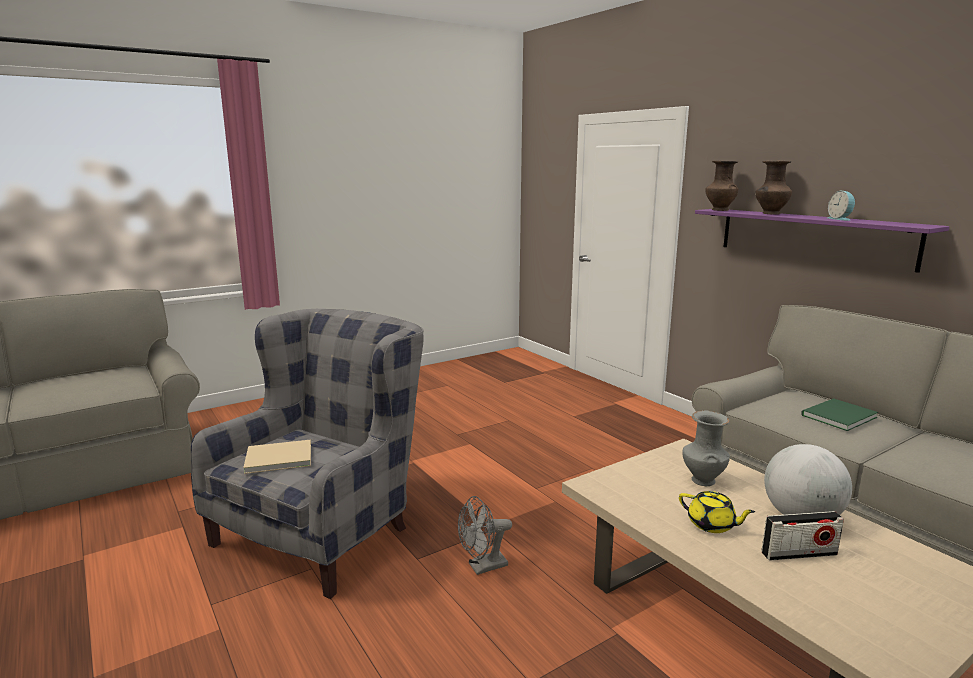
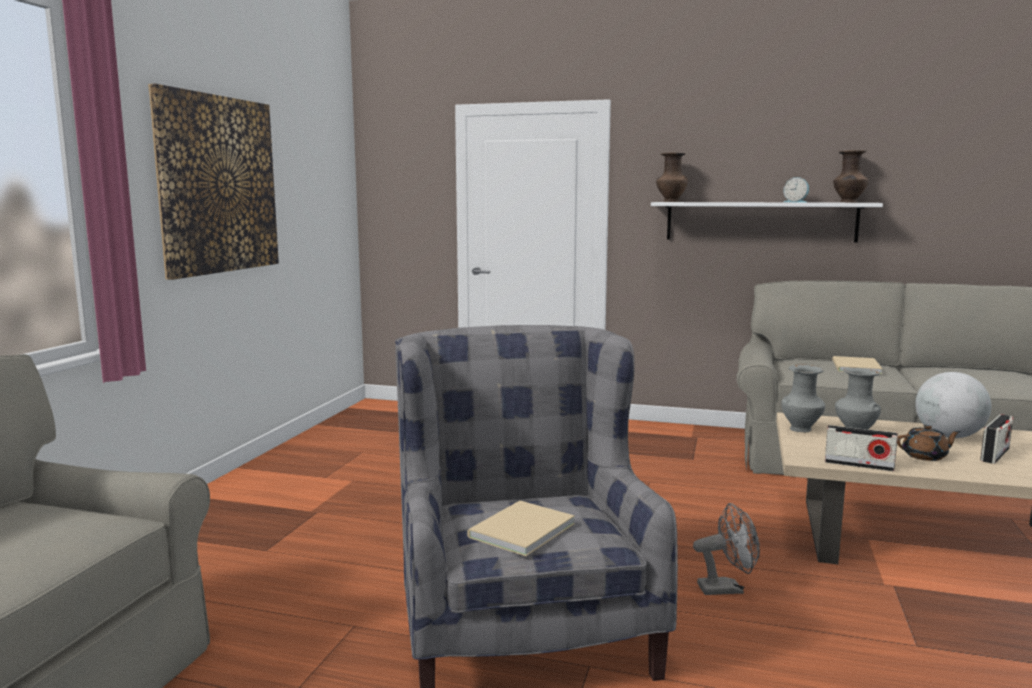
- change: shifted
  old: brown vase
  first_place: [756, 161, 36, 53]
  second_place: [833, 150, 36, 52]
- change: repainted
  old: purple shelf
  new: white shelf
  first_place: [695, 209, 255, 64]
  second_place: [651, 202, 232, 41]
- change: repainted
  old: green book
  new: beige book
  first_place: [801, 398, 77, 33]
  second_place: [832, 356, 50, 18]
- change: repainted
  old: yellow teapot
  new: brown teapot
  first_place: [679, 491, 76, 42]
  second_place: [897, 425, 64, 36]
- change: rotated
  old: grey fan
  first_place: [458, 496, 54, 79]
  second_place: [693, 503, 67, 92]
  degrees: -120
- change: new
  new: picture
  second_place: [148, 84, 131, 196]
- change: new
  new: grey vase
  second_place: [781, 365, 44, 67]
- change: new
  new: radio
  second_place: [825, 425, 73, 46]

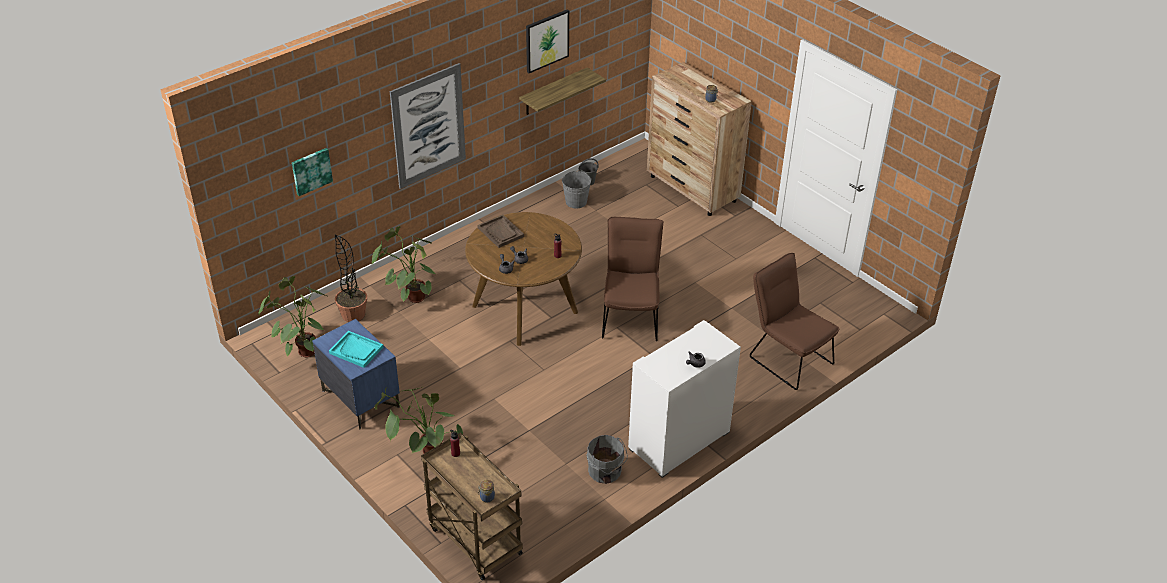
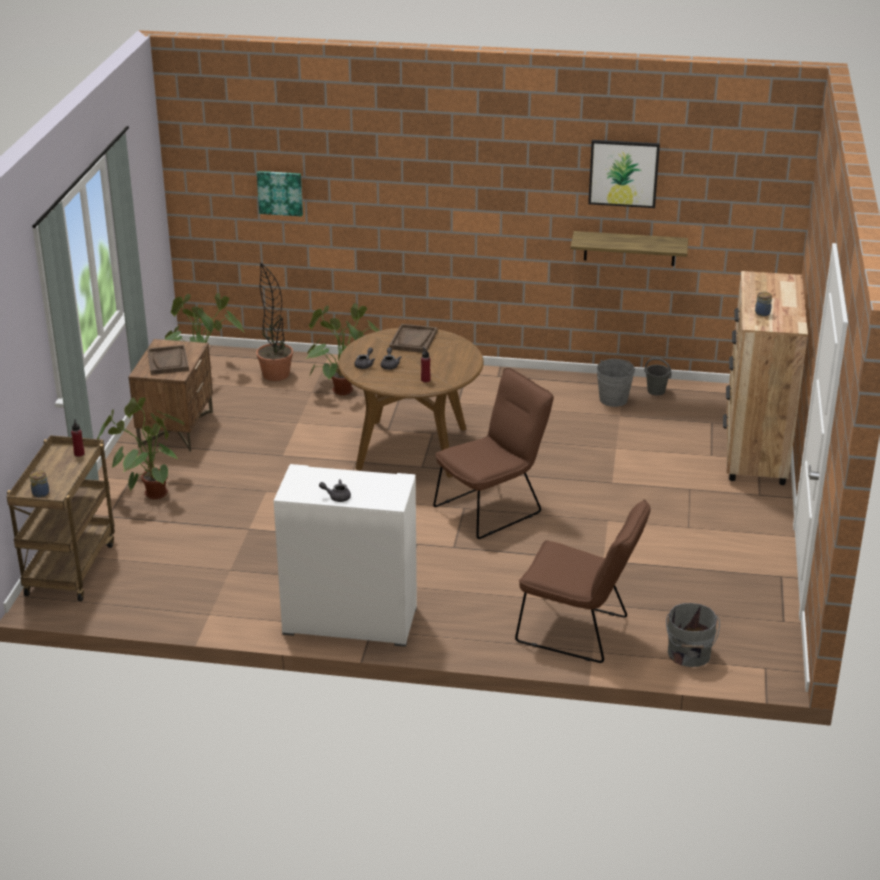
- change: gone
  old: picture
  first_place: [390, 63, 76, 126]
- change: rotated
  old: brown chair
  first_place: [750, 253, 89, 137]
  second_place: [515, 500, 136, 163]
  degrees: 105
- change: repainted
  old: blue nightstand
  new: brown nightstand
  first_place: [312, 319, 88, 110]
  second_place: [128, 339, 85, 113]
- change: repainted
  old: turquoise tray
  new: brown tray
  first_place: [329, 331, 54, 37]
  second_place: [147, 345, 42, 30]
- change: shifted
  old: grey bucket
  first_place: [587, 435, 41, 49]
  second_place: [666, 603, 54, 64]

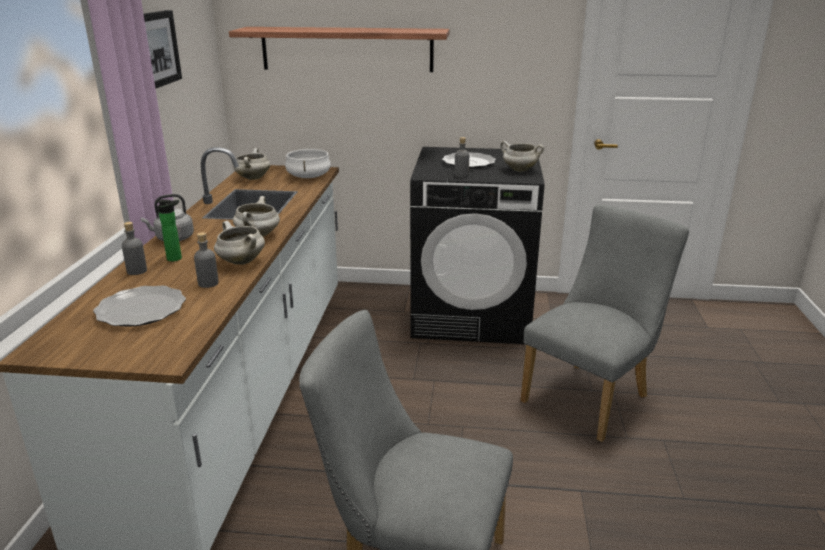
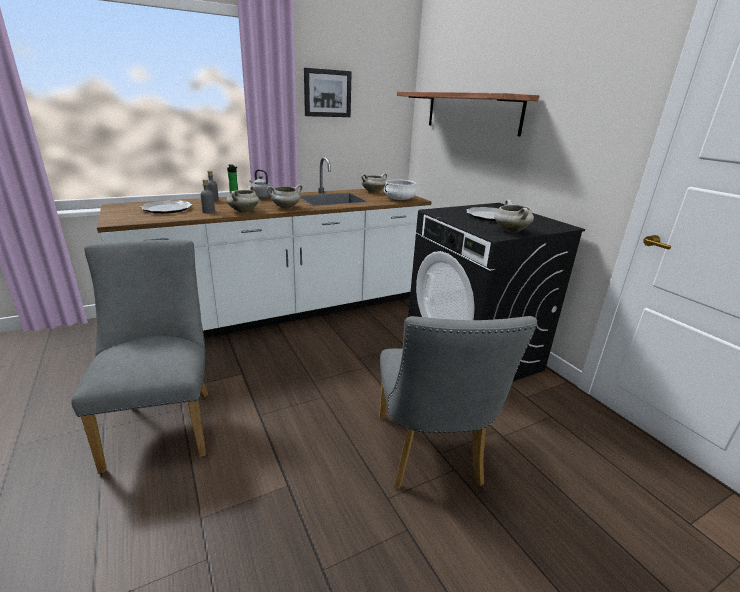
- change: gone
  old: grey bottle
  first_place: [454, 137, 15, 41]
- change: rotated
  old: grey chair
  first_place: [521, 205, 168, 237]
  second_place: [379, 316, 158, 173]
  degrees: 75

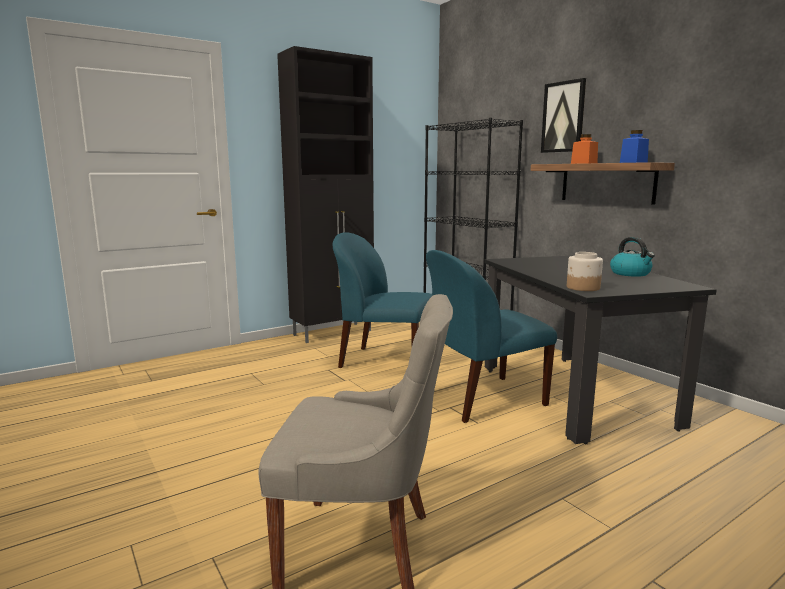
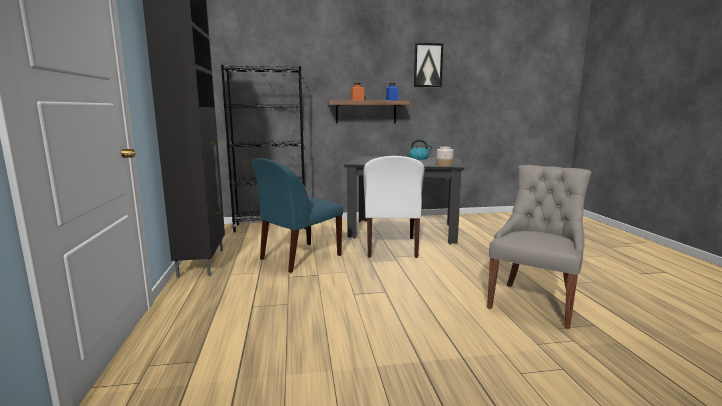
- change: shifted
  old: picture
  first_place: [541, 78, 45, 75]
  second_place: [414, 43, 29, 44]
- change: repainted
  old: blue chair
  new: white chair
  first_place: [426, 250, 131, 173]
  second_place: [364, 156, 61, 102]

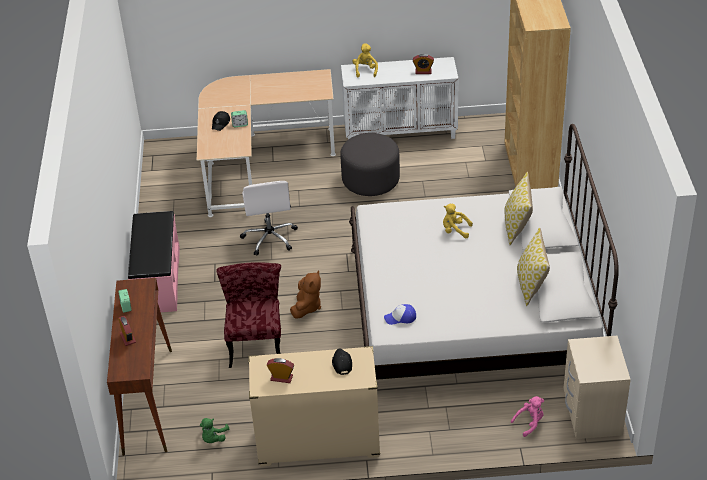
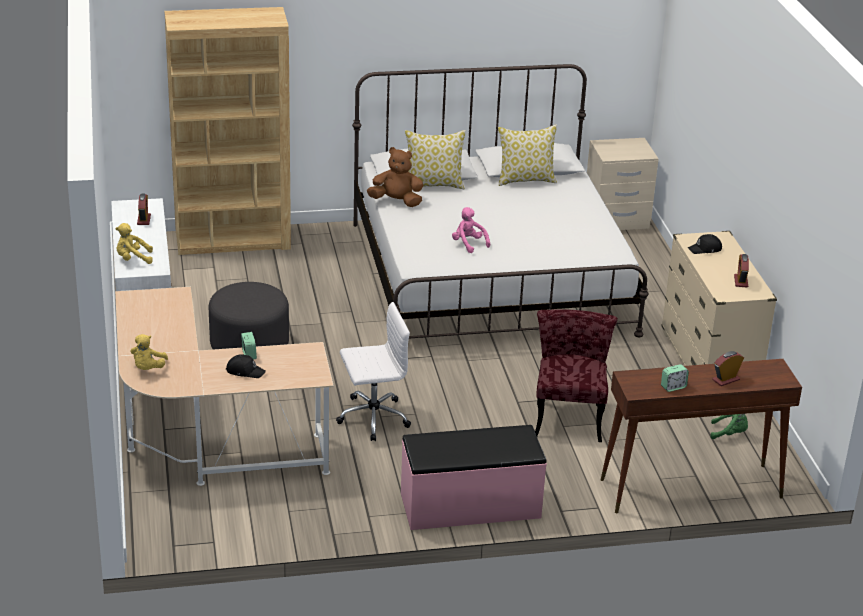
- change: shifted
  old: yellow plush toy
  first_place: [443, 204, 30, 34]
  second_place: [131, 334, 37, 36]
- change: rotated
  old: red chair
  first_place: [216, 262, 65, 106]
  second_place: [535, 309, 83, 133]
  degrees: 105
- change: shifted
  old: brown plush toy
  first_place: [290, 270, 31, 49]
  second_place: [367, 147, 56, 60]
- change: gone
  old: cap
  first_place: [384, 304, 32, 21]
- change: shifted
  old: pink plush toy
  first_place: [511, 396, 33, 41]
  second_place: [452, 207, 38, 46]

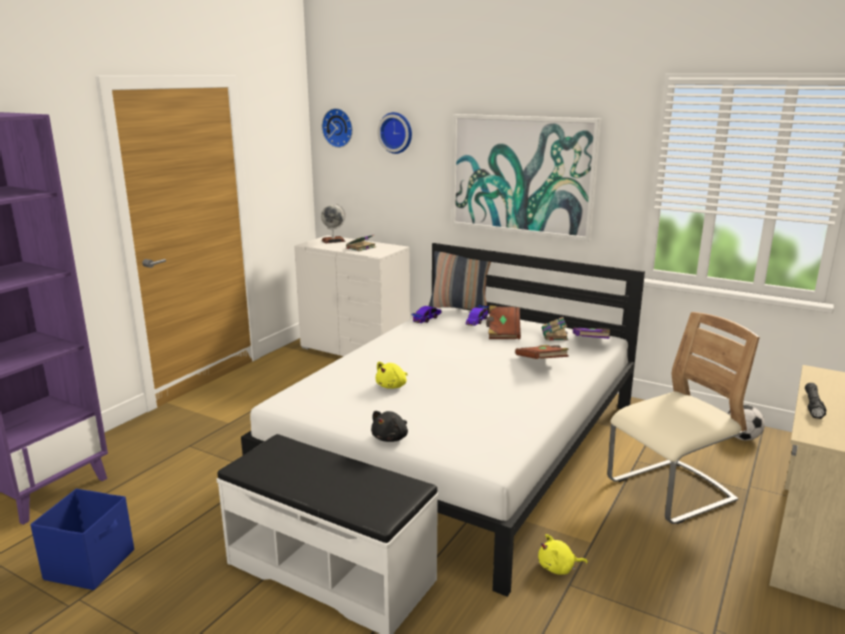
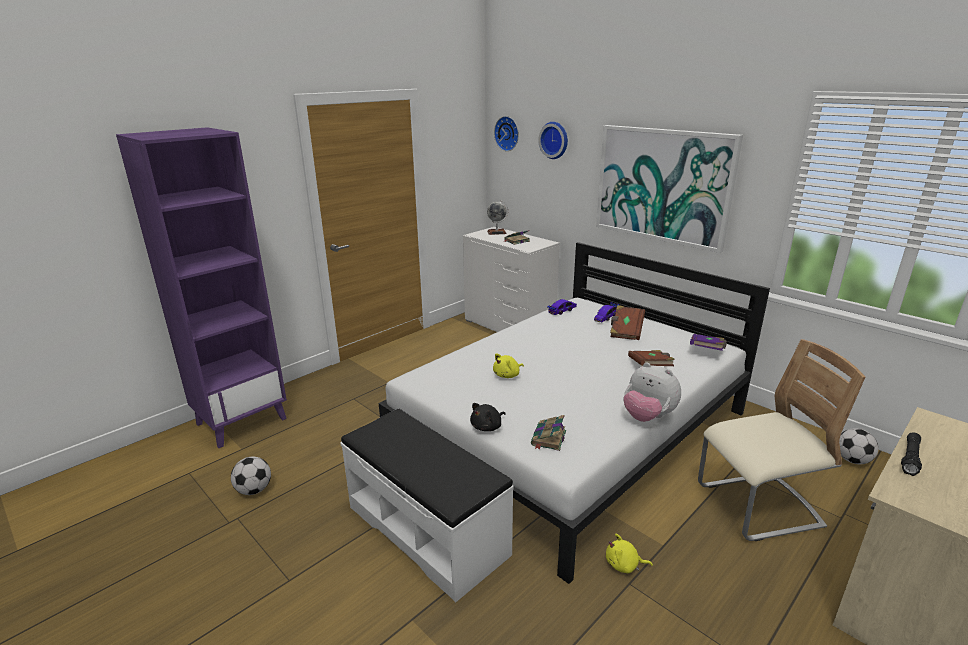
- change: gone
  old: pillow
  first_place: [429, 251, 62, 59]
- change: shifted
  old: book
  first_place: [542, 317, 26, 24]
  second_place: [531, 415, 35, 36]
- change: swapped
  old: blue storage box
  new: football
  first_place: [30, 489, 104, 101]
  second_place: [231, 457, 40, 38]
- change: new
  new: plush toy
  second_place: [624, 362, 57, 60]

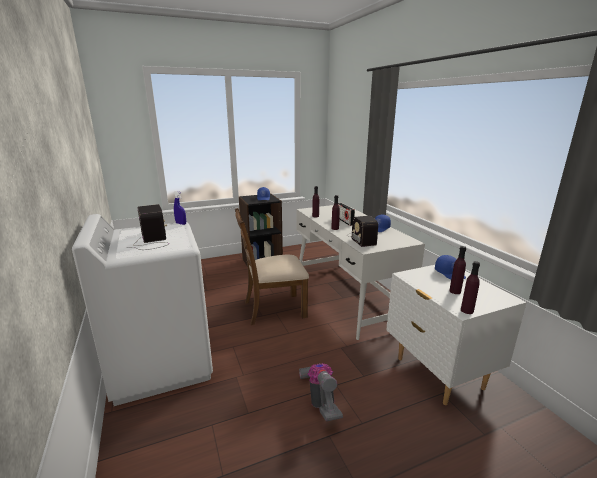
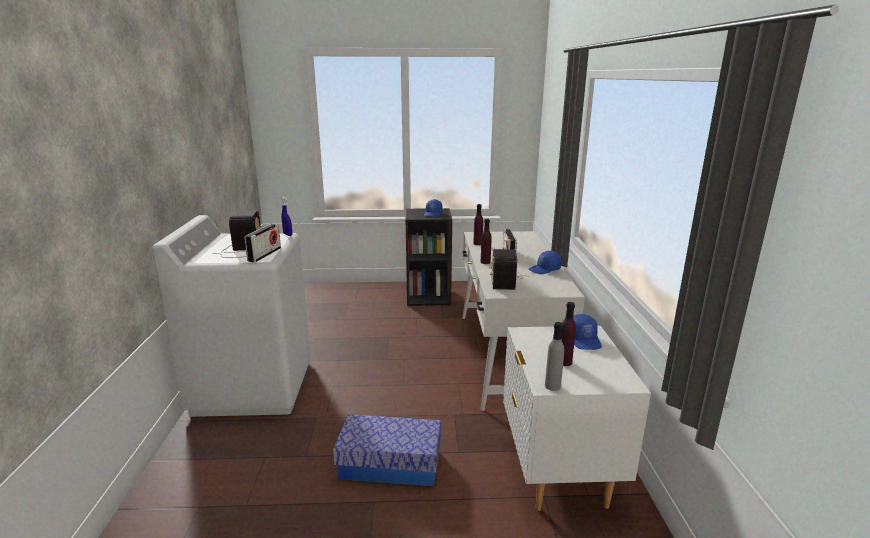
- change: gone
  old: brown chair
  first_place: [235, 208, 74, 117]
- change: repainted
  old: purple bottle
  new: grey bottle
  first_place: [461, 261, 19, 53]
  second_place: [545, 322, 19, 69]
- change: swapped
  old: vacuum cleaner
  new: storage box
  first_place: [299, 363, 44, 59]
  second_place: [333, 414, 108, 72]
- change: new
  new: radio
  second_place: [244, 224, 37, 38]

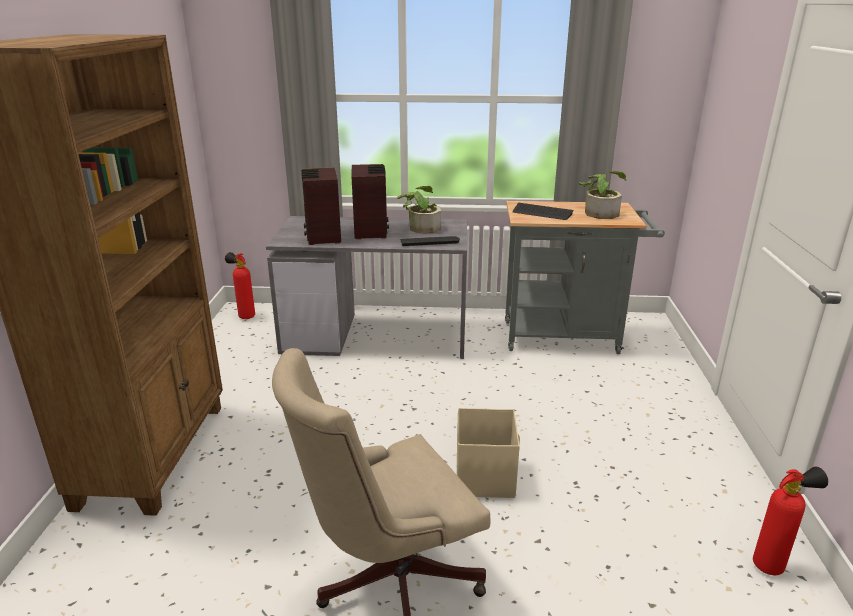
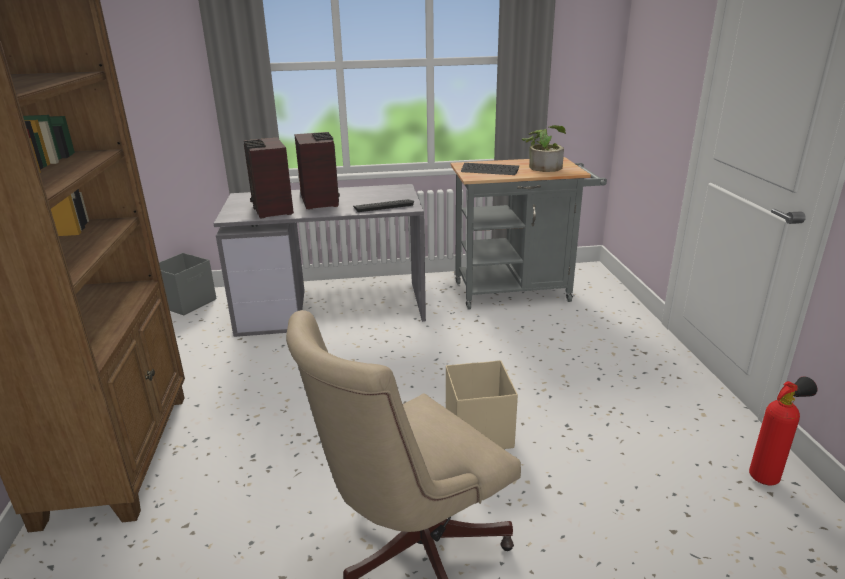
- change: gone
  old: potted plant
  first_place: [397, 186, 44, 48]
- change: swapped
  old: fire extinguisher
  new: grey storage box
  first_place: [225, 252, 30, 67]
  second_place: [159, 253, 57, 62]

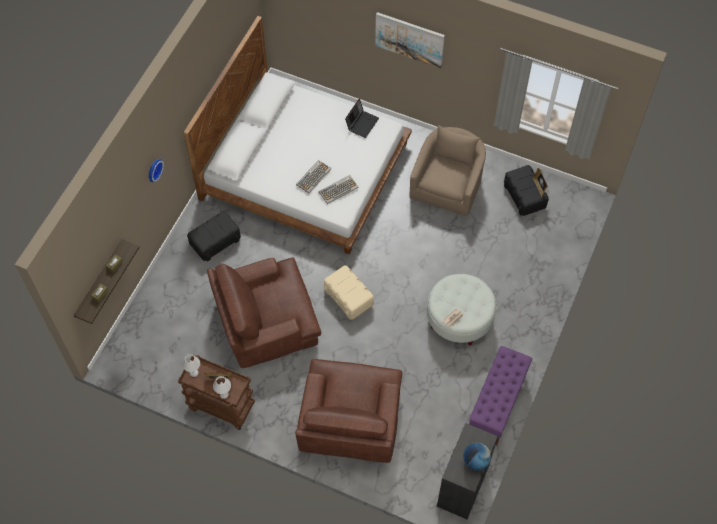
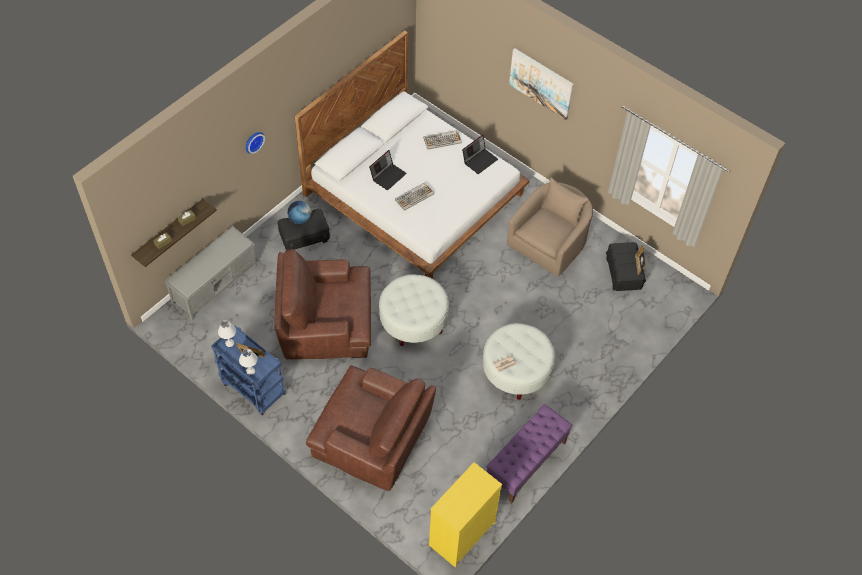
- change: shifted
  old: keyboard
  first_place: [319, 175, 39, 29]
  second_place: [424, 130, 38, 20]
- change: swapped
  old: beige storage box
  new: white ottoman
  first_place: [324, 265, 50, 55]
  second_place: [379, 274, 70, 72]
- change: repainted
  old: brown cart
  new: blue cart
  first_place: [178, 354, 77, 76]
  second_place: [211, 325, 75, 91]
- change: rotated
  old: brown armchair
  first_place: [295, 359, 107, 104]
  second_place: [306, 365, 130, 126]
  degrees: -90
- change: repainted
  old: black dresser
  new: yellow dresser
  first_place: [437, 423, 61, 97]
  second_place: [429, 462, 73, 106]
- change: shifted
  old: globe
  first_place: [463, 443, 28, 27]
  second_place: [288, 201, 24, 23]
- change: new
  new: laptop
  second_place: [369, 150, 38, 40]
- change: new
  new: grey bench
  second_place: [165, 226, 93, 94]

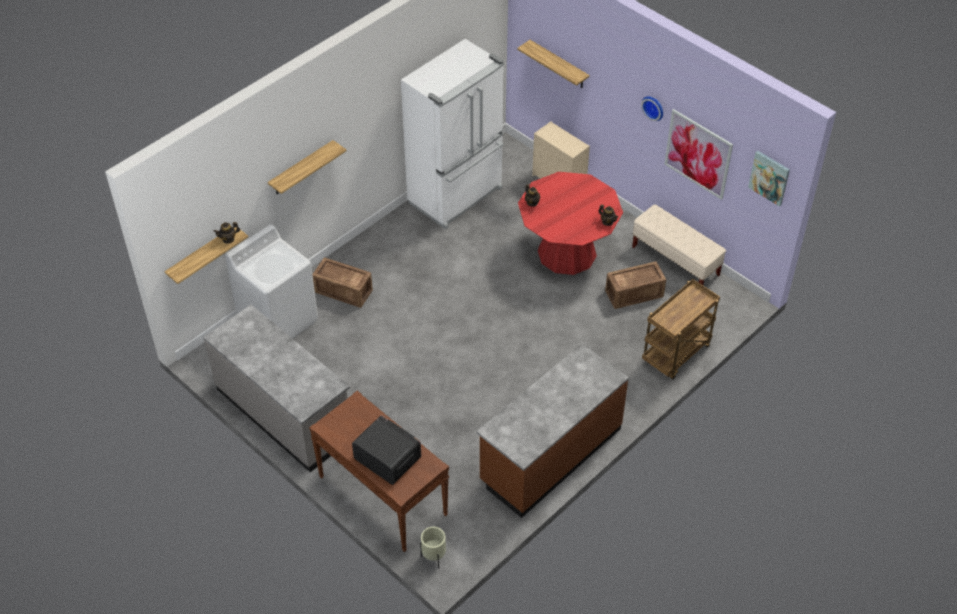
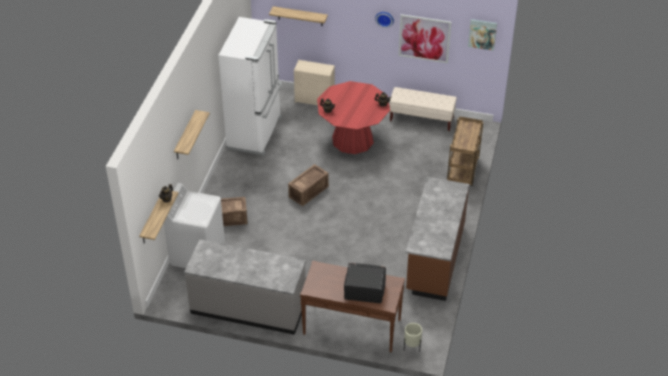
- change: shifted
  old: crate
  first_place: [605, 261, 61, 48]
  second_place: [288, 164, 41, 42]

